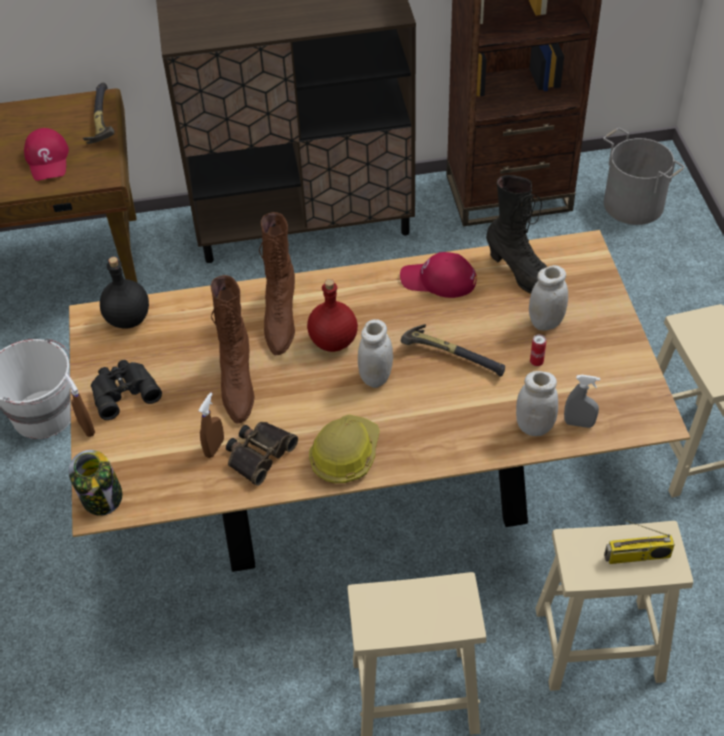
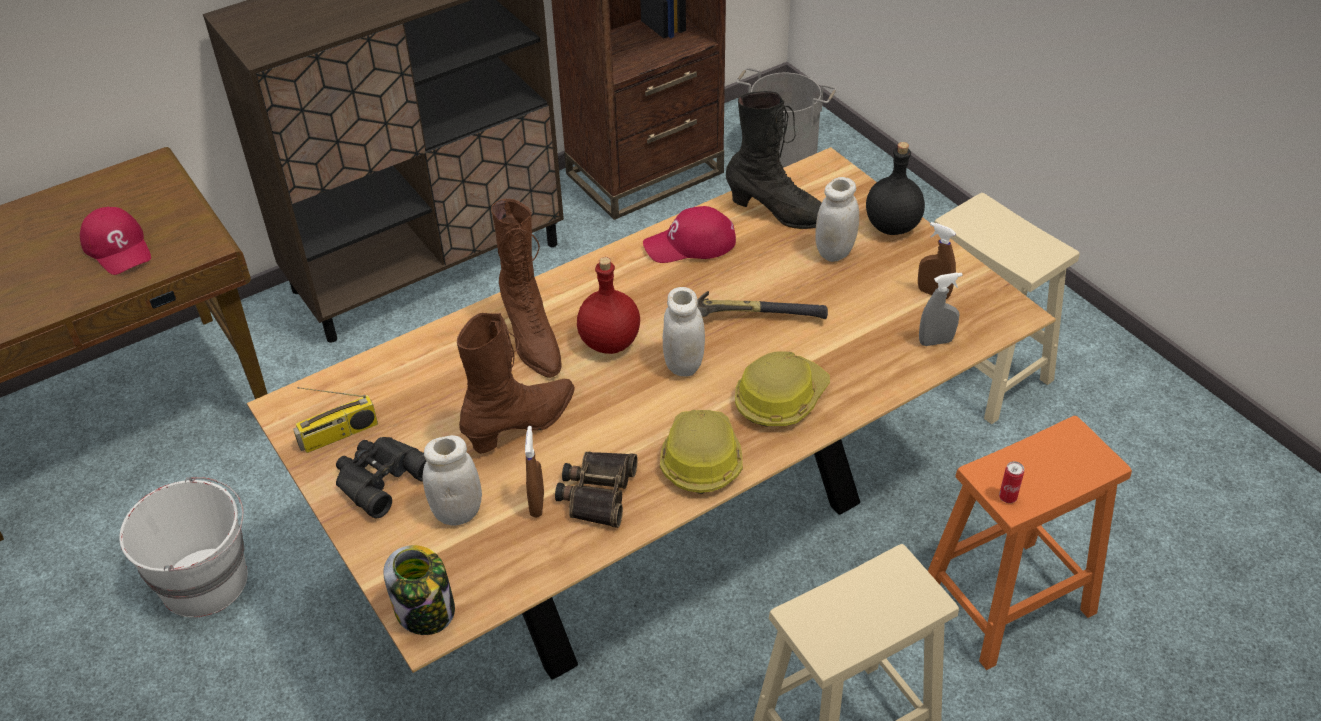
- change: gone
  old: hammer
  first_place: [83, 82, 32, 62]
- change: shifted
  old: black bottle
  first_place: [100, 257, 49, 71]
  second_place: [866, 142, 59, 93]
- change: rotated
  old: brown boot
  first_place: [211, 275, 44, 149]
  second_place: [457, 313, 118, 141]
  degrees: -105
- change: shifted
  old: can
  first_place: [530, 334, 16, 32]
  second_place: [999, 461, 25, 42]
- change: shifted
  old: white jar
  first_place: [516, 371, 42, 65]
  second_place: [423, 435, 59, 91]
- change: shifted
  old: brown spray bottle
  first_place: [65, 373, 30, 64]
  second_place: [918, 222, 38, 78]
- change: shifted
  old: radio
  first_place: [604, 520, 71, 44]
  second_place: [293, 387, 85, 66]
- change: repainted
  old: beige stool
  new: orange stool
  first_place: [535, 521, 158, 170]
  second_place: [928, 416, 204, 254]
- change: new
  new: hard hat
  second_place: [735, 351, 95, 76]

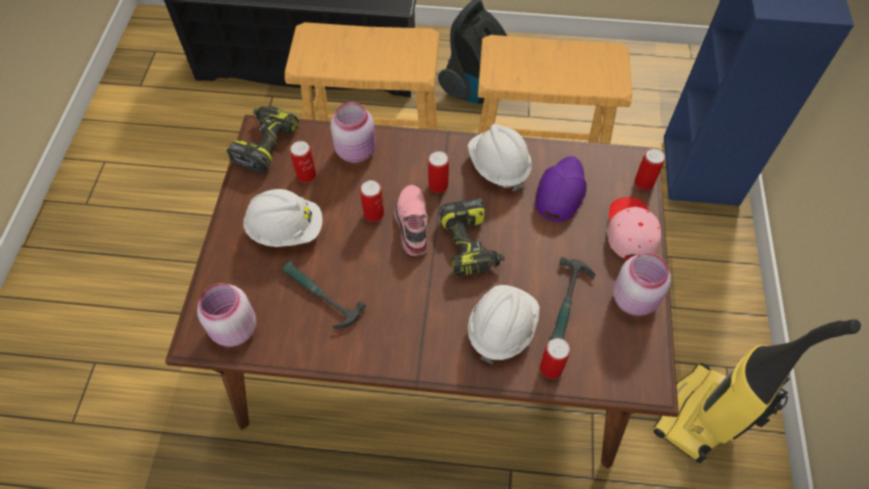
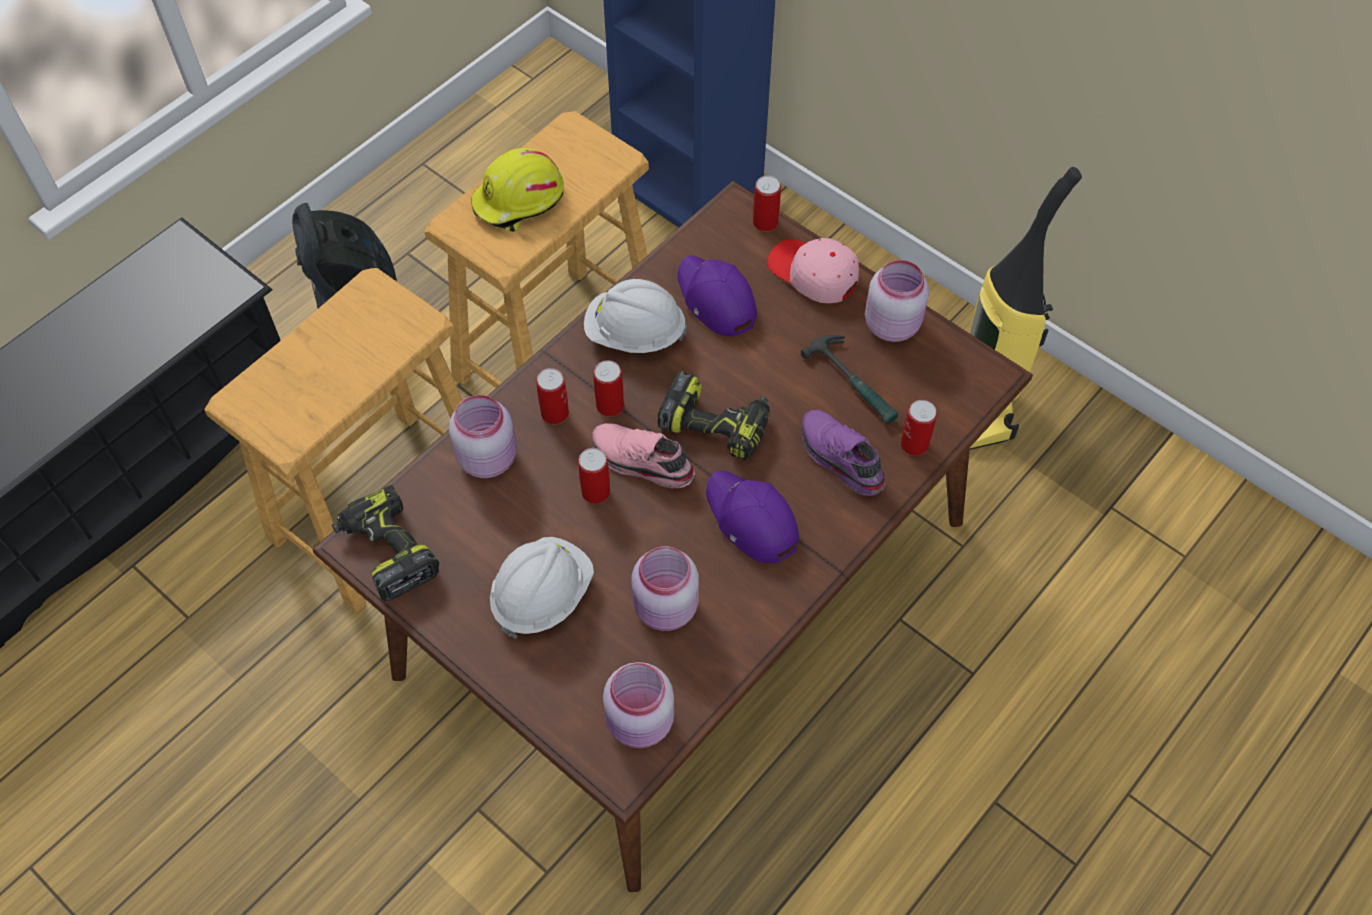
- change: shifted
  old: can
  first_place: [290, 141, 26, 42]
  second_place: [536, 368, 33, 56]
- change: swapped
  old: hammer
  new: pink jar
  first_place: [282, 261, 84, 68]
  second_place: [631, 546, 68, 85]
- change: swapped
  old: white hard hat
  new: purple shoe
  first_place: [468, 285, 72, 79]
  second_place: [801, 410, 84, 86]
- change: new
  new: yellow hard hat
  second_place: [471, 148, 93, 84]
- change: new
  new: purple cap
  second_place: [706, 471, 93, 92]

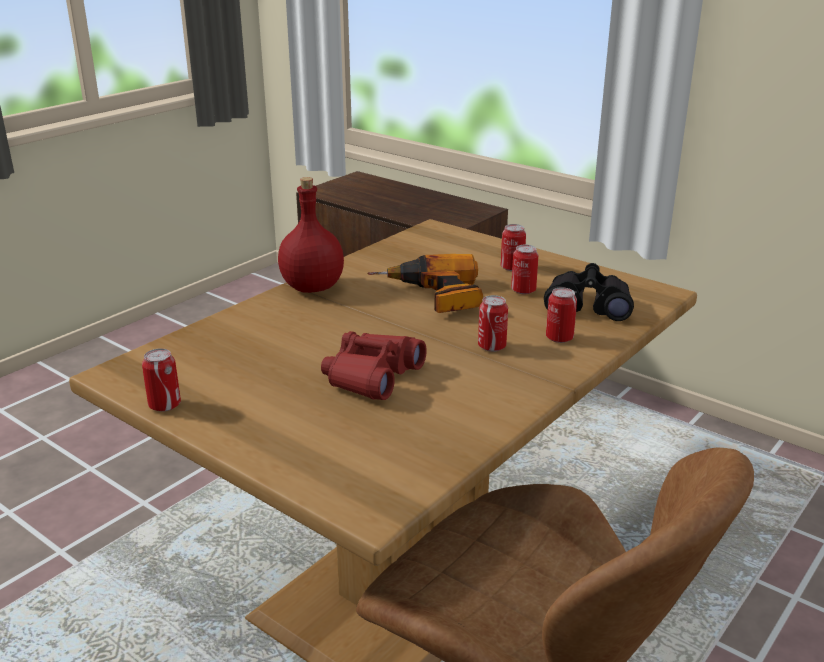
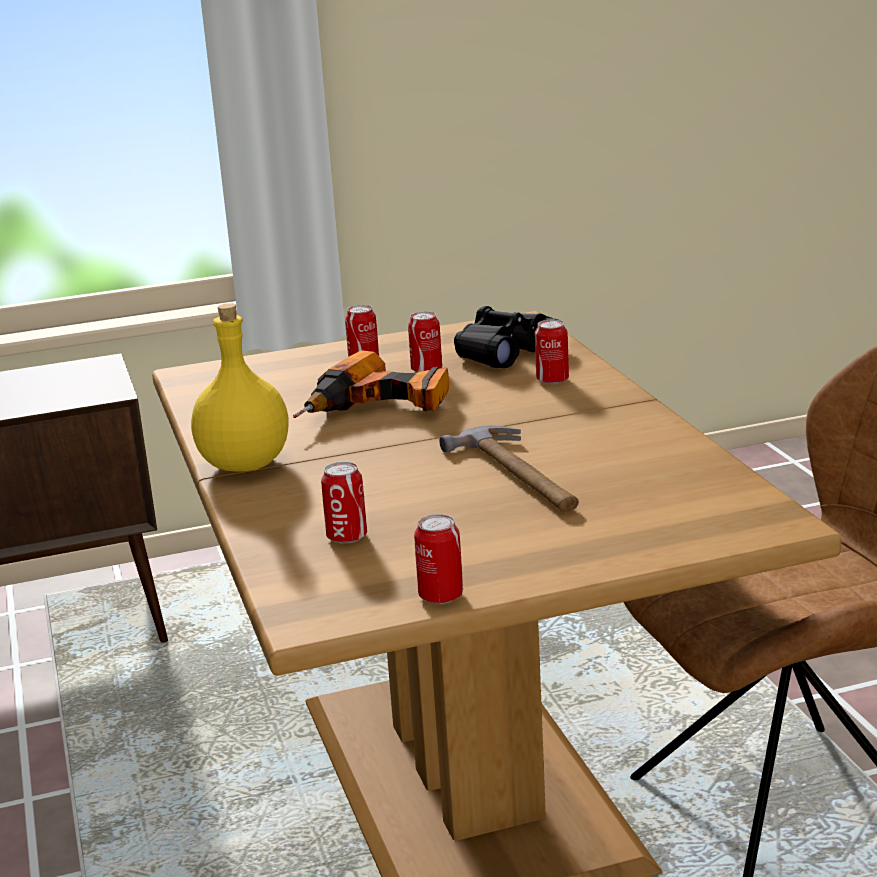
- change: repainted
  old: red bottle
  new: yellow bottle
  first_place: [278, 177, 66, 116]
  second_place: [191, 303, 97, 169]
- change: shifted
  old: can
  first_place: [478, 295, 30, 57]
  second_place: [321, 462, 46, 82]
- change: swapped
  old: red binoculars
  new: hammer
  first_place: [321, 331, 106, 69]
  second_place: [439, 426, 140, 86]

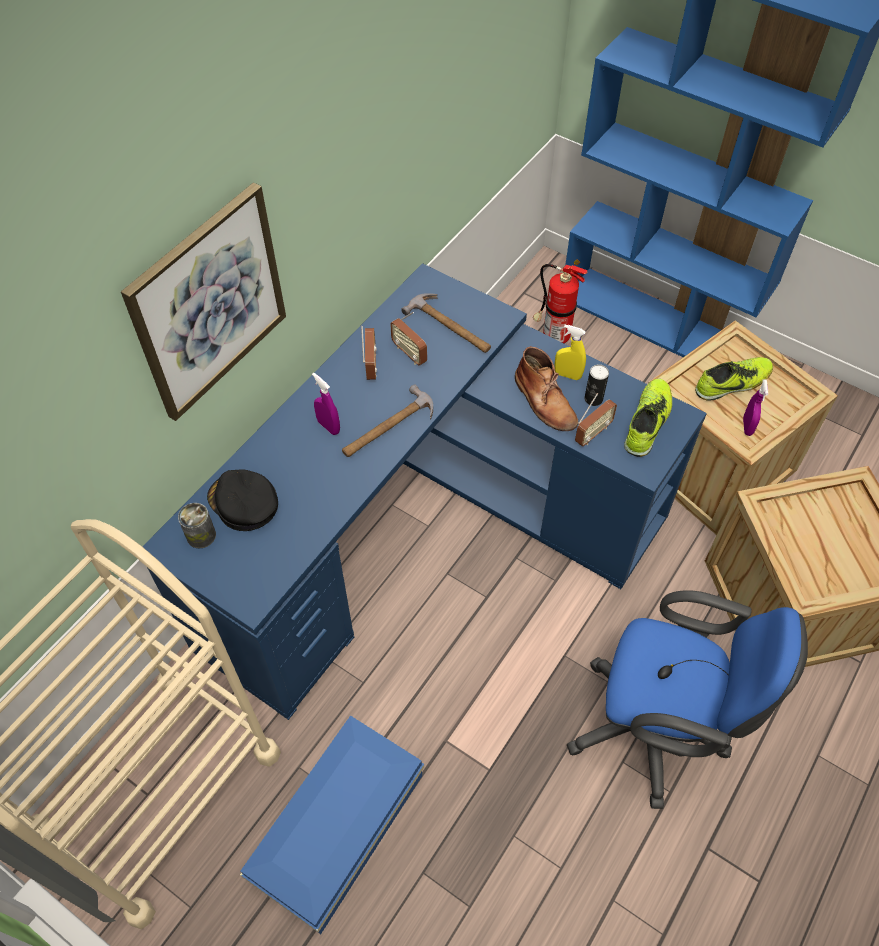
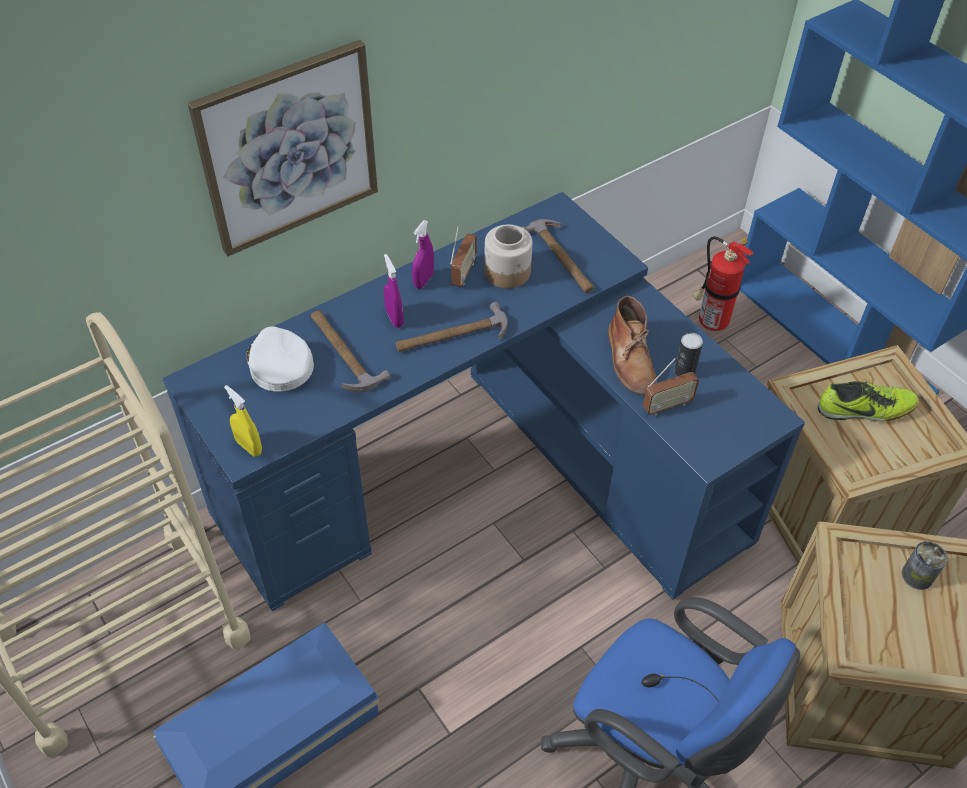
- change: swapped
  old: radio
  new: jar
  first_place: [390, 312, 37, 54]
  second_place: [484, 225, 48, 64]
- change: shifted
  old: yellow spray bottle
  first_place: [555, 325, 31, 55]
  second_place: [224, 385, 38, 71]
- change: gone
  old: shoe
  first_place: [624, 379, 48, 78]
- change: shifted
  old: purple spray bottle
  first_place: [743, 379, 25, 57]
  second_place: [412, 220, 22, 69]
- change: repainted
  old: black cap
  new: white cap
  first_place: [207, 470, 71, 61]
  second_place: [247, 326, 67, 66]
- change: shifted
  old: can
  first_place: [178, 503, 38, 46]
  second_place: [902, 541, 46, 49]
- change: new
  new: hammer
  second_place: [311, 310, 80, 82]

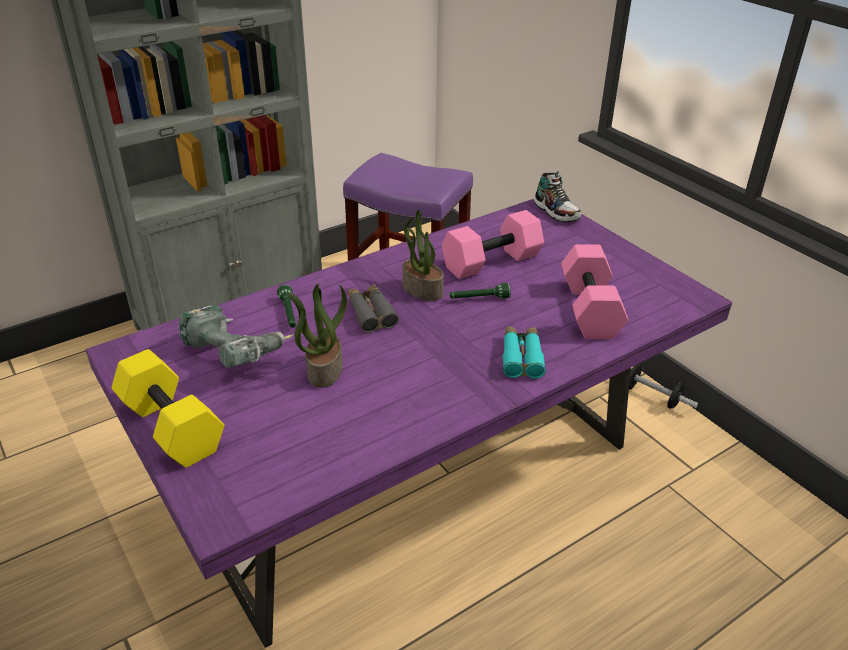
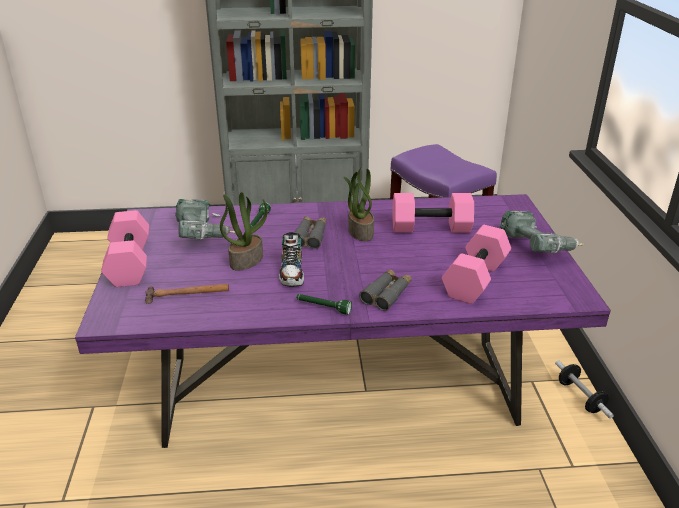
- change: shifted
  old: shoe
  first_place: [534, 172, 47, 50]
  second_place: [279, 232, 25, 55]
- change: shifted
  old: green flashlight
  first_place: [450, 283, 61, 16]
  second_place: [297, 294, 55, 21]
- change: repainted
  old: turquoise binoculars
  new: grey binoculars
  first_place: [503, 326, 43, 53]
  second_place: [359, 269, 53, 42]
- change: repainted
  old: yellow dumbbell
  new: pink dumbbell
  first_place: [111, 349, 113, 118]
  second_place: [101, 210, 48, 77]
- change: new
  new: power drill
  second_place: [500, 211, 85, 42]
- change: new
  new: hammer
  second_place: [145, 284, 84, 20]

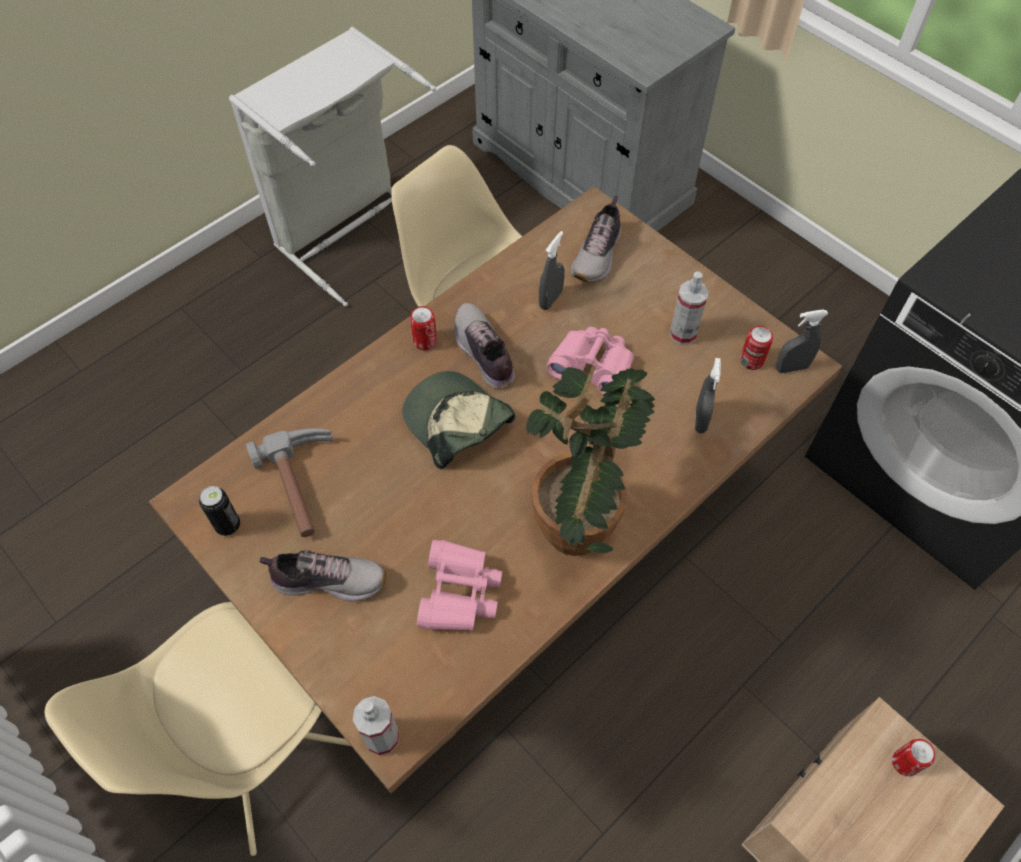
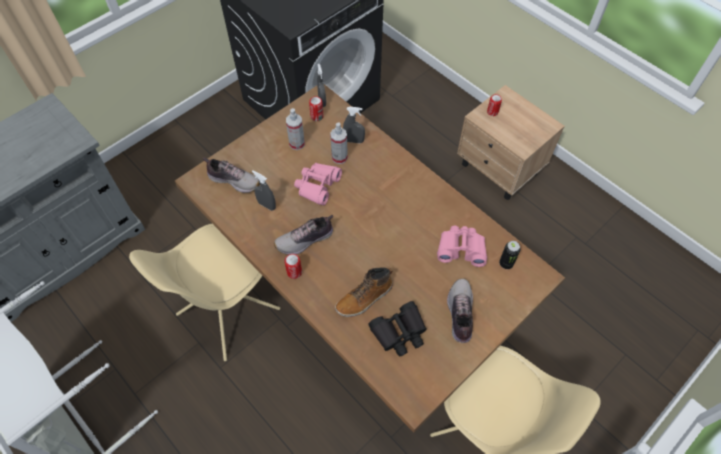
- change: gone
  old: potted plant
  first_place: [526, 365, 129, 191]
- change: gone
  old: cap
  first_place: [402, 371, 113, 98]
- change: swapped
  old: hammer
  new: black binoculars
  first_place: [246, 428, 88, 109]
  second_place: [368, 301, 59, 56]
- change: shifted
  old: can
  first_place: [199, 486, 41, 50]
  second_place: [499, 241, 22, 28]
- change: shifted
  old: spray bottle
  first_place: [353, 696, 47, 60]
  second_place: [330, 123, 18, 41]
- change: new
  new: boot
  second_place: [335, 267, 58, 50]

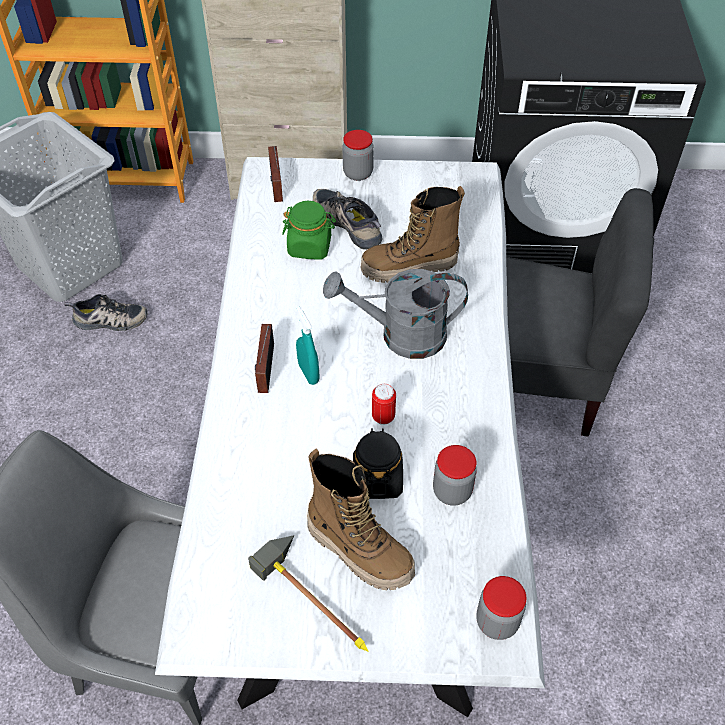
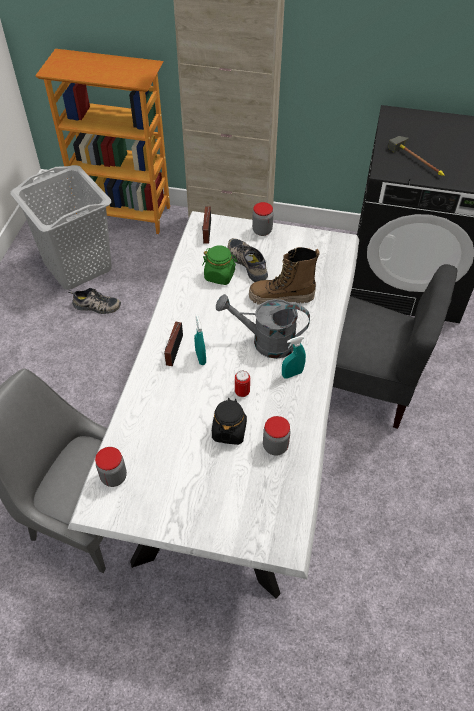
- change: gone
  old: boot
  first_place: [307, 449, 108, 141]
- change: shifted
  old: hammer
  first_place: [248, 535, 121, 117]
  second_place: [388, 136, 57, 40]
- change: shifted
  old: jar
  first_place: [476, 576, 51, 64]
  second_place: [95, 447, 32, 40]
- change: new
  new: turquoise spray bottle
  second_place: [282, 336, 24, 43]

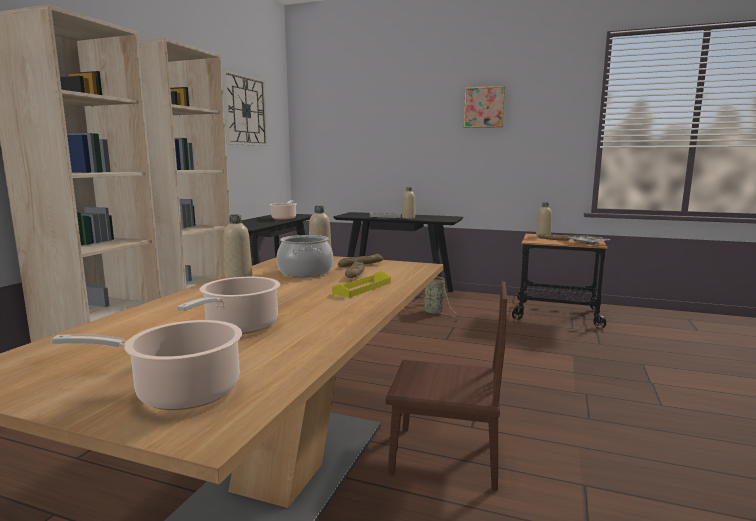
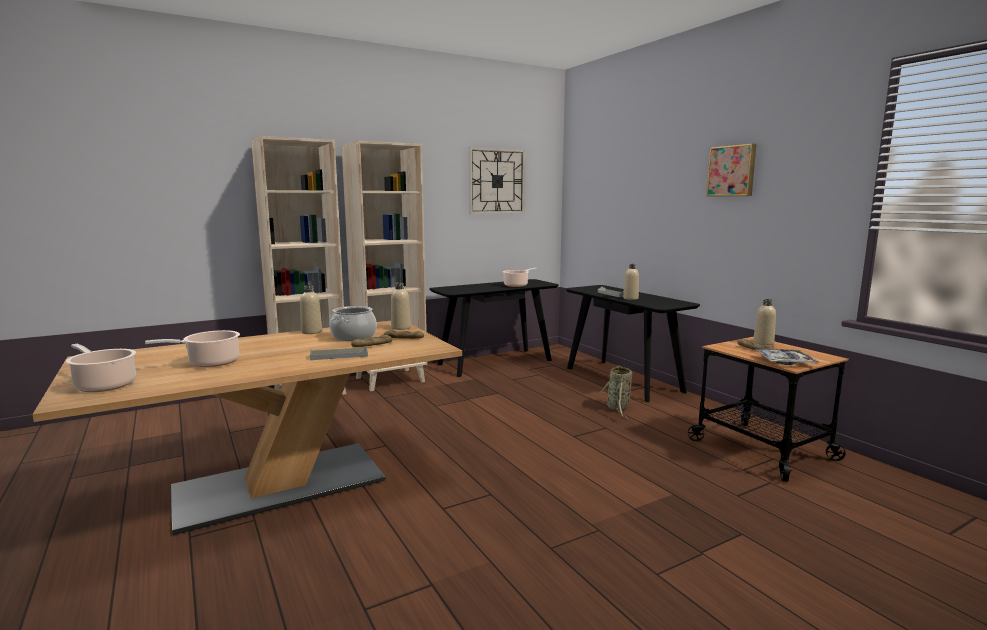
- change: repainted
  old: yellow tray
  new: grey tray
  first_place: [332, 271, 59, 27]
  second_place: [310, 347, 58, 13]
- change: gone
  old: brown chair
  first_place: [385, 281, 122, 209]

